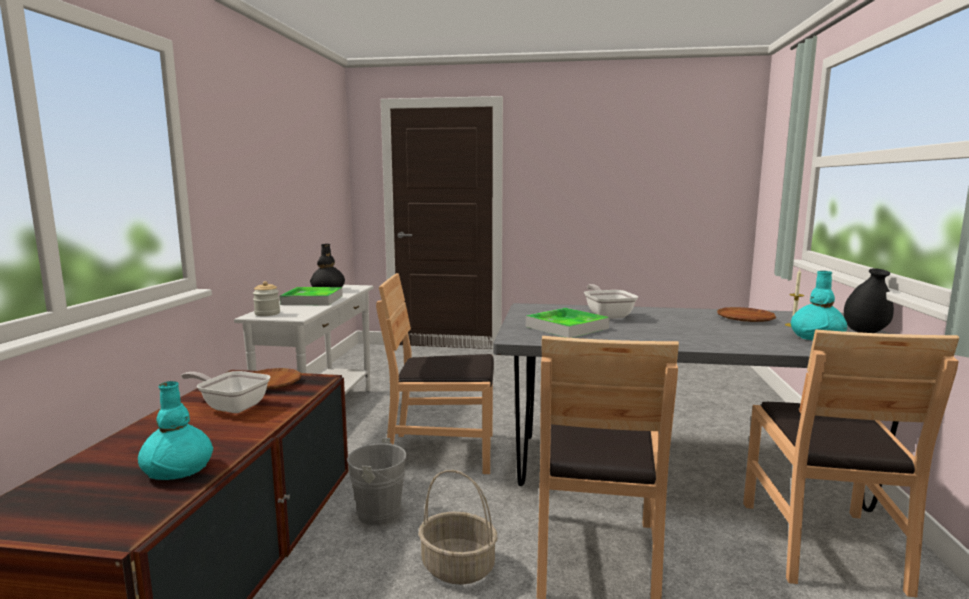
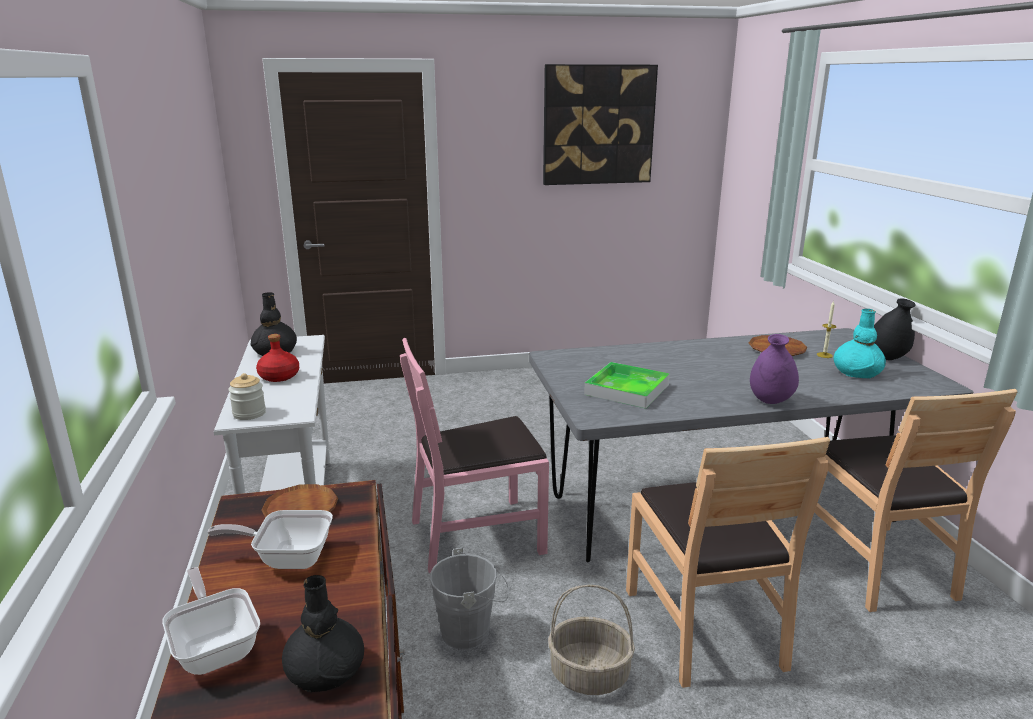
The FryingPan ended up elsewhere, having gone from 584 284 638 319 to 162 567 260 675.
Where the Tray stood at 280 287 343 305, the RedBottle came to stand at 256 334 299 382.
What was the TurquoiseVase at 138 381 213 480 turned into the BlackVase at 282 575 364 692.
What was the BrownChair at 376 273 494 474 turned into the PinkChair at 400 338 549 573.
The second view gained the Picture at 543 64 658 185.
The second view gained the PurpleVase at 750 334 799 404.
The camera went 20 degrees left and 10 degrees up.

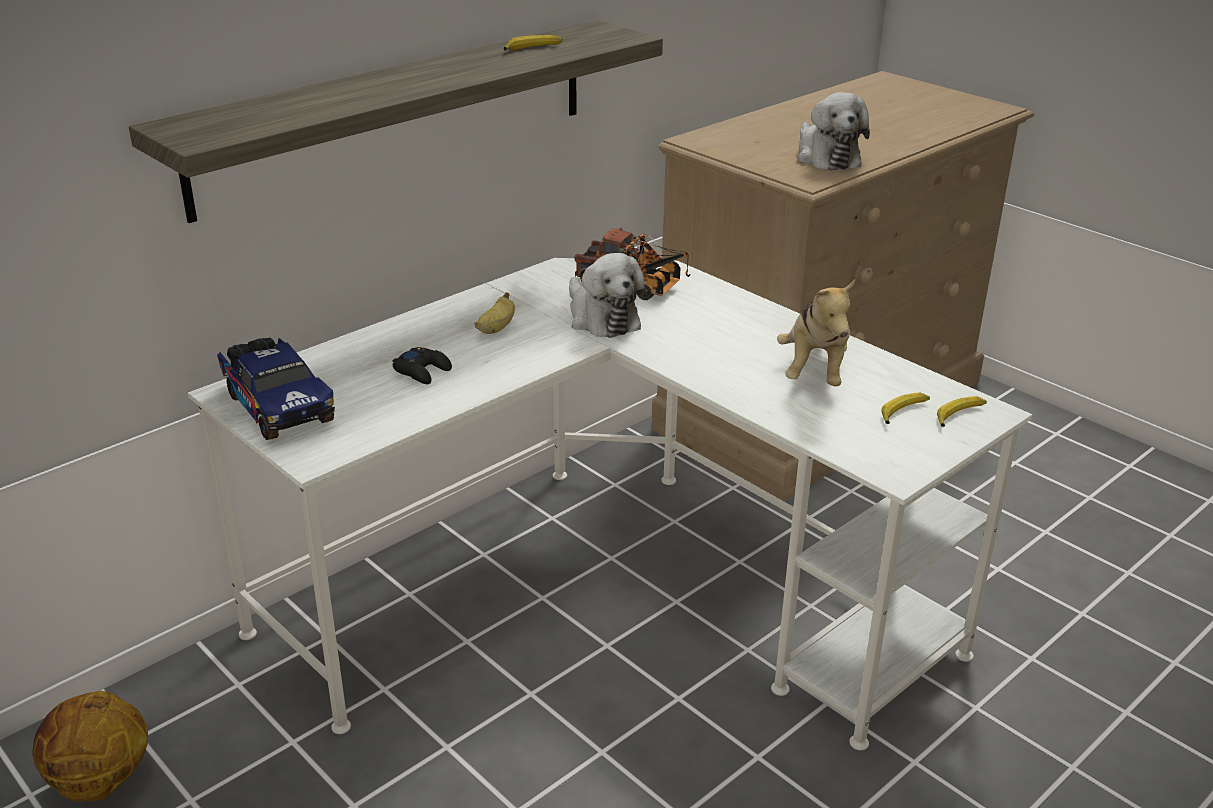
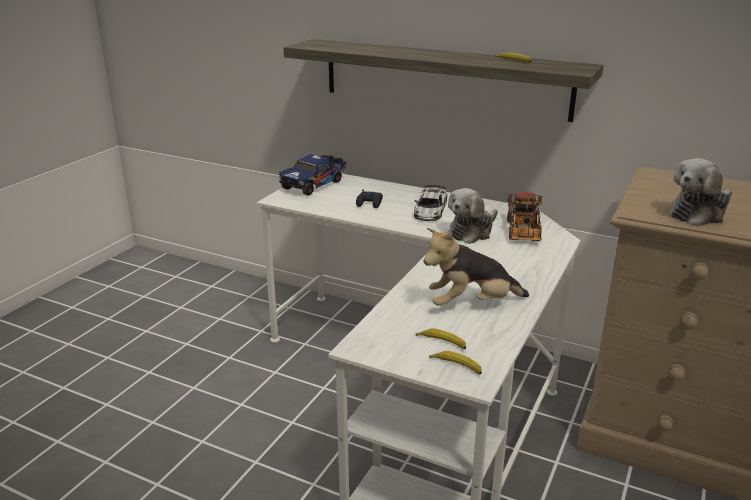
Where the Banana stood at 475 292 515 334, the ToyCar came to stand at 414 185 447 221.
The second view lost the Basketball at 33 691 148 802.
The camera went 70 degrees right and 5 degrees down.

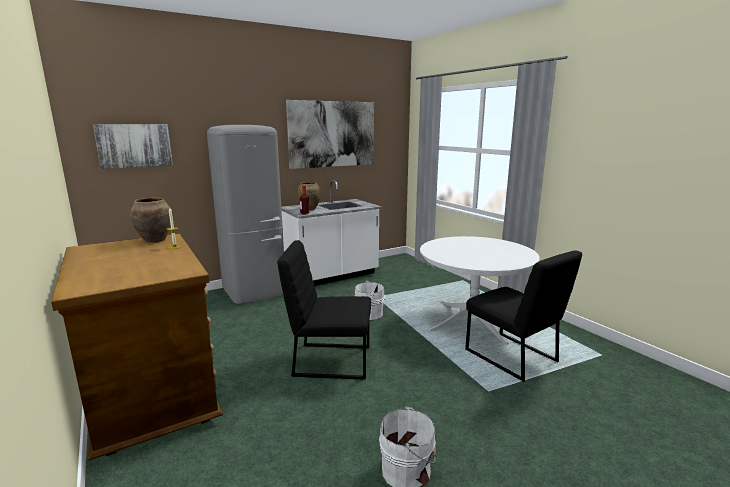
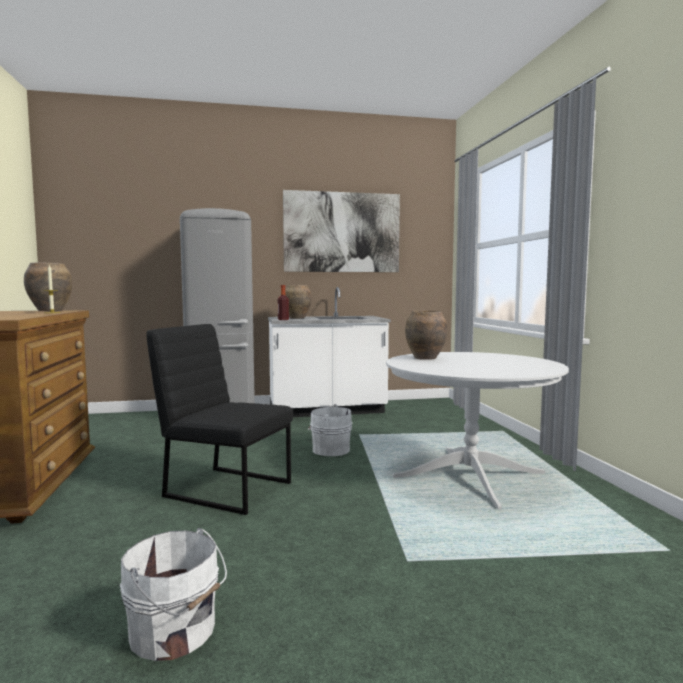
The second view gained the BrownVase at 405 311 448 360.
The second view lost the Picture at 93 124 173 169.
The second view lost the BlackChair at 465 250 582 382.
The camera went 20 degrees right and 10 degrees down.

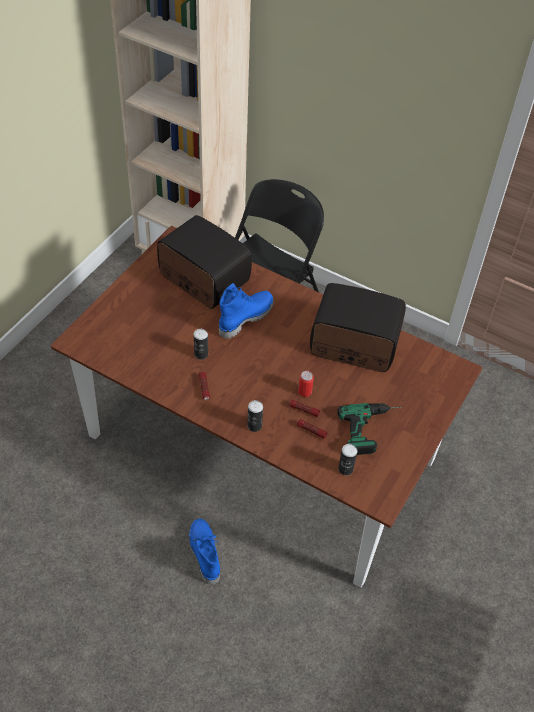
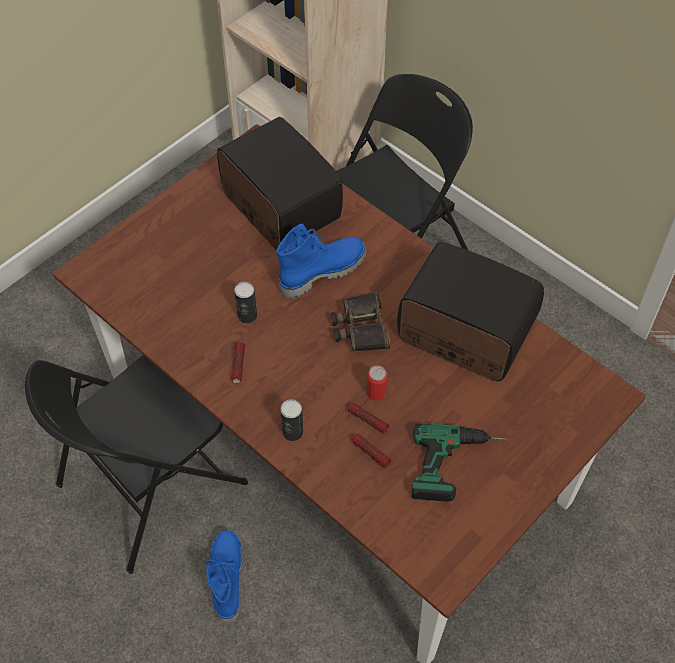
The second view gained the BlackChair at 25 355 248 574.
The second view gained the Binoculars at 331 291 390 352.
The second view lost the Can at 338 444 357 475.
The camera went 15 degrees right and 5 degrees up.

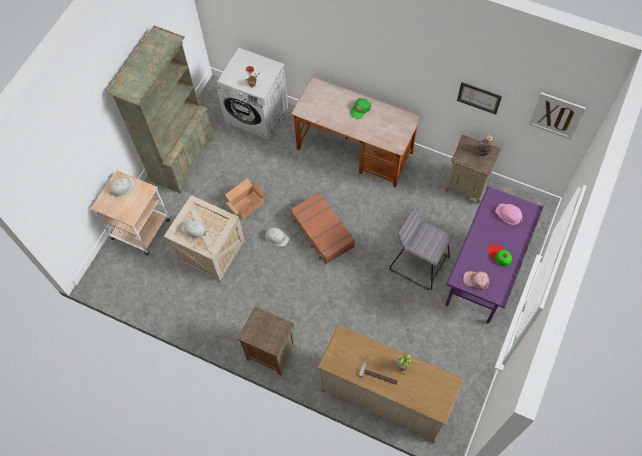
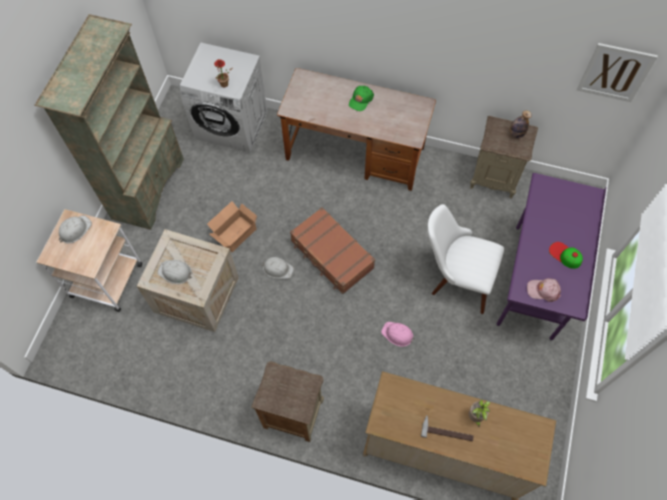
The PinkHardHat ended up elsewhere, having gone from 495 203 524 225 to 381 322 415 347.
Where the GreyStool stood at 389 206 453 290, the WhiteChair came to stand at 428 204 504 314.
The second view lost the Picture at 457 82 502 115.
The camera went 10 degrees left and 0 degrees up.

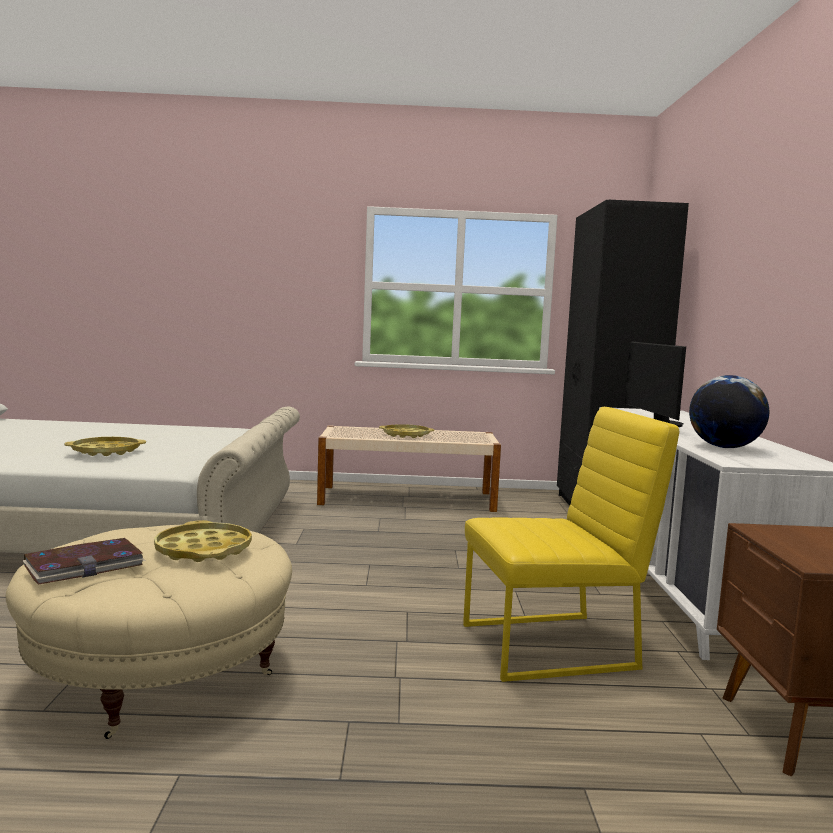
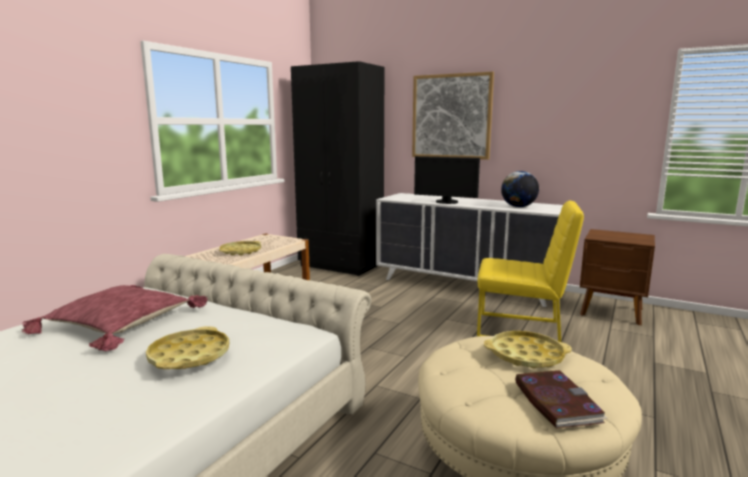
The second view gained the RedPillow at 22 285 208 351.
The second view gained the Picture at 412 72 494 160.
The YellowChair at 463 407 679 682 ended up facing another way, 90 degrees clockwise from before.
The camera went 60 degrees left and 5 degrees up.

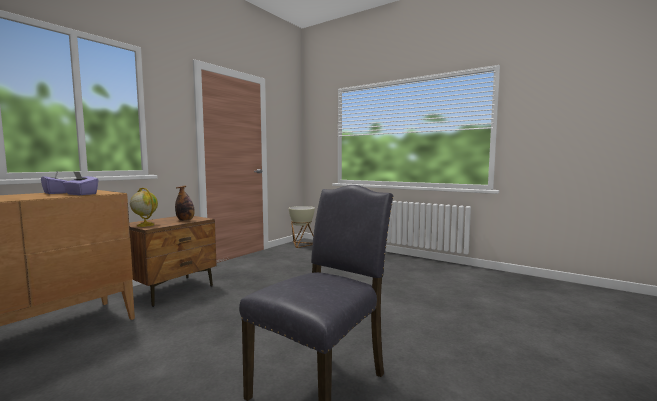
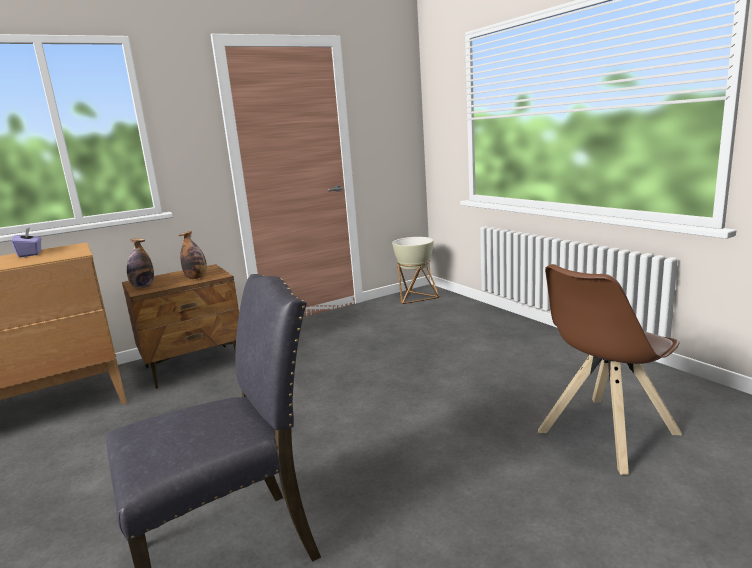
Where the Globe stood at 130 188 158 227, the Bottle came to stand at 127 238 154 287.
The second view gained the BrownChair at 538 264 682 475.
The second view lost the PurpleTissueBox at 63 171 98 195.
The camera went 25 degrees right and 10 degrees up.

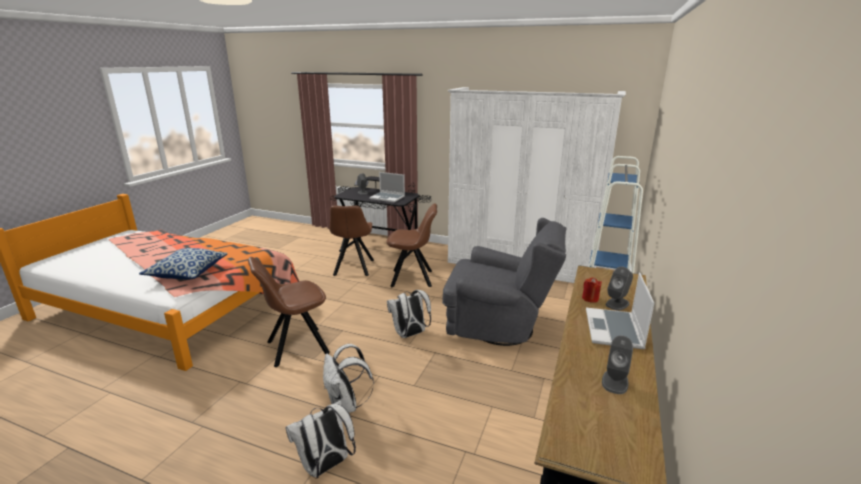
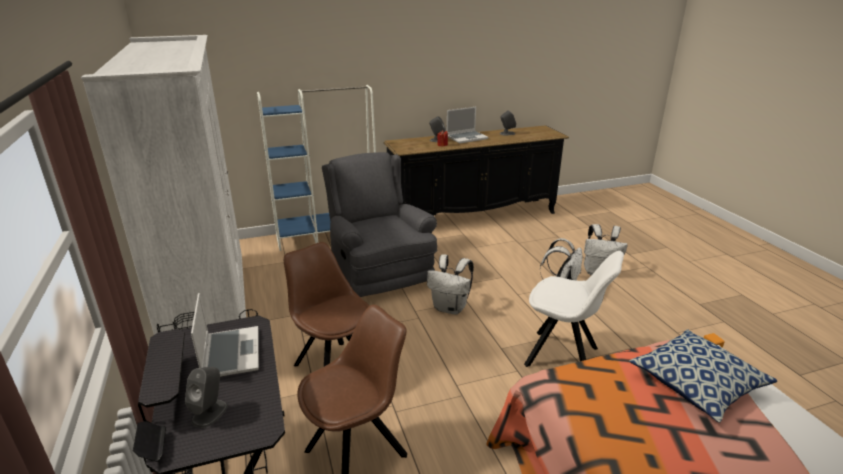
What was the BrownChair at 248 257 330 367 turned into the WhiteChair at 524 251 624 367.
The camera went 130 degrees left and 5 degrees up.

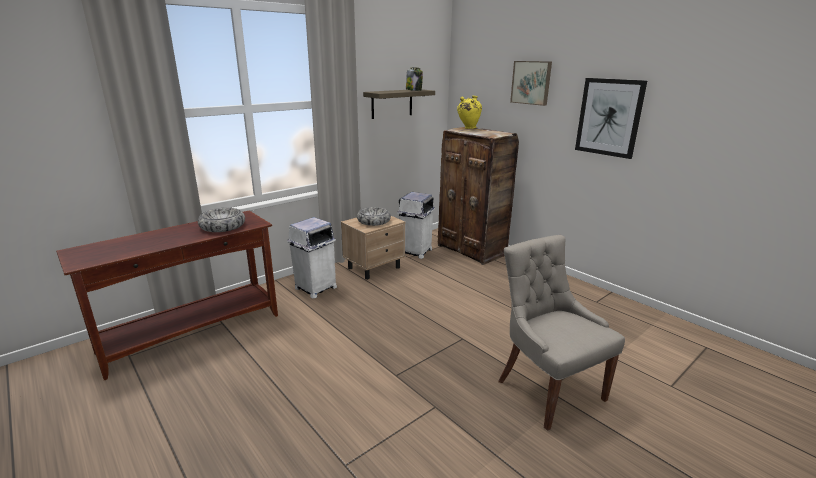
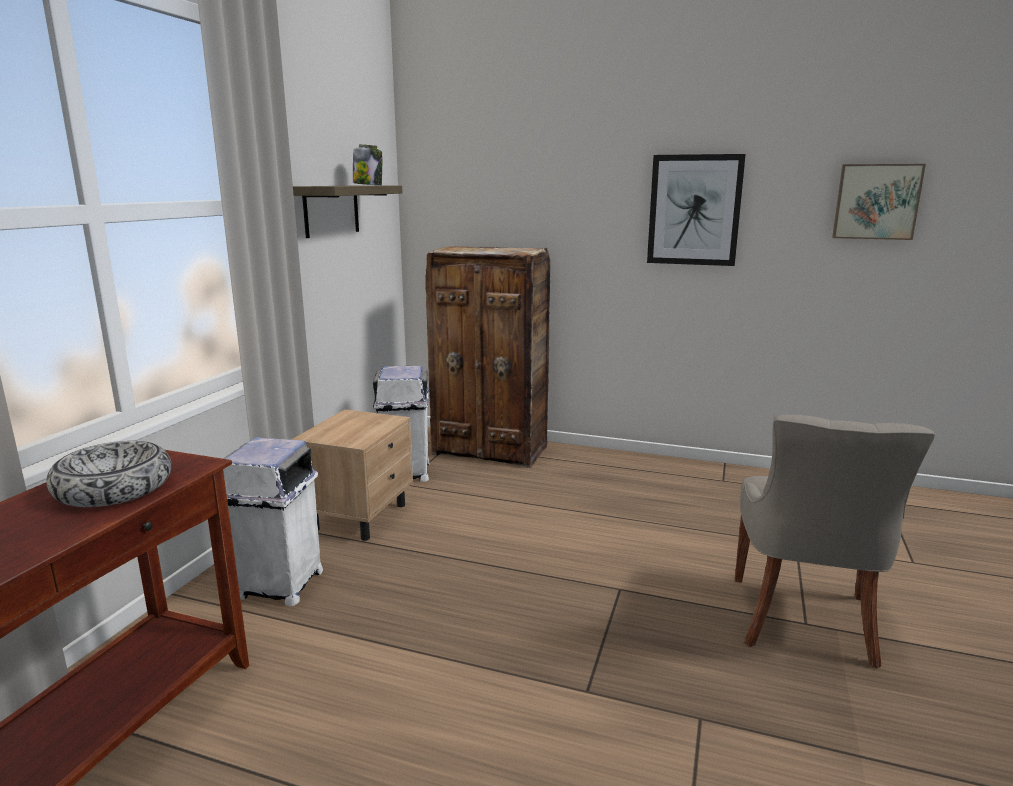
The GreyChair at 499 235 625 430 ended up facing another way, 105 degrees counterclockwise from before.
The Picture ended up elsewhere, having gone from 510 61 552 106 to 832 164 926 240.
The second view lost the Bowl at 357 207 391 226.
The second view lost the YellowVase at 457 96 482 129.
The camera went 30 degrees left and 5 degrees down.

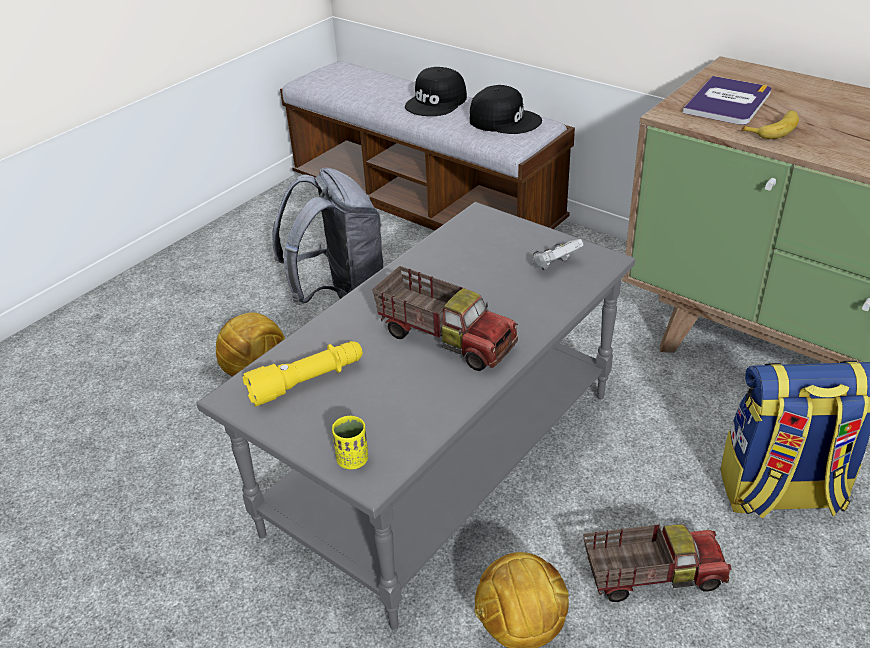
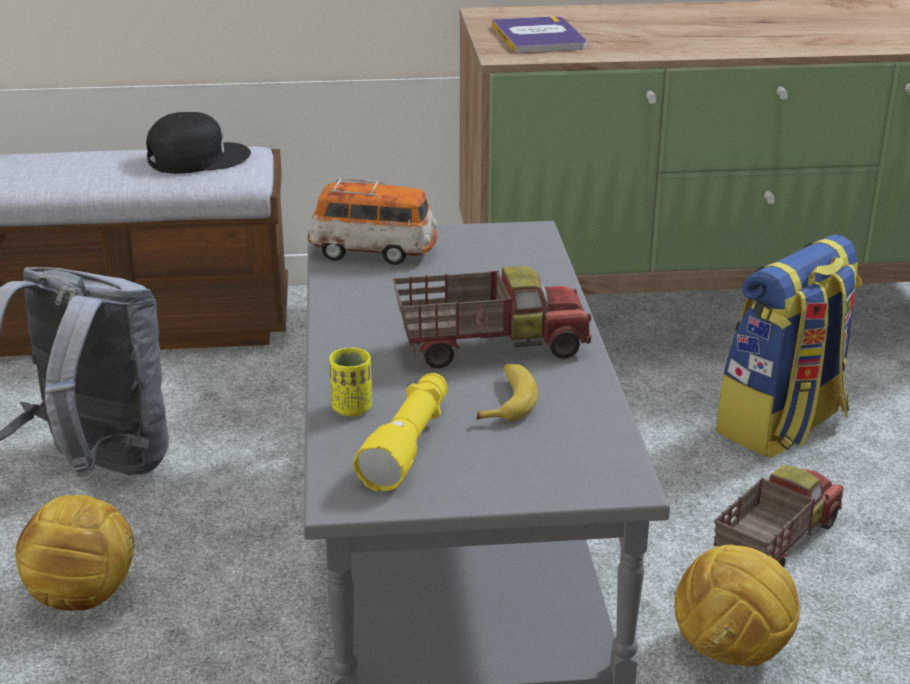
The second view gained the ToyCar at 307 178 438 265.
The YellowCup ended up elsewhere, having gone from 332 416 368 469 to 329 348 372 416.
The Banana ended up elsewhere, having gone from 741 110 799 139 to 477 364 538 421.
The second view lost the BlackCap at 405 67 467 116.
The second view lost the WhiteGameController at 533 239 584 270.
The camera went 45 degrees left and 10 degrees down.

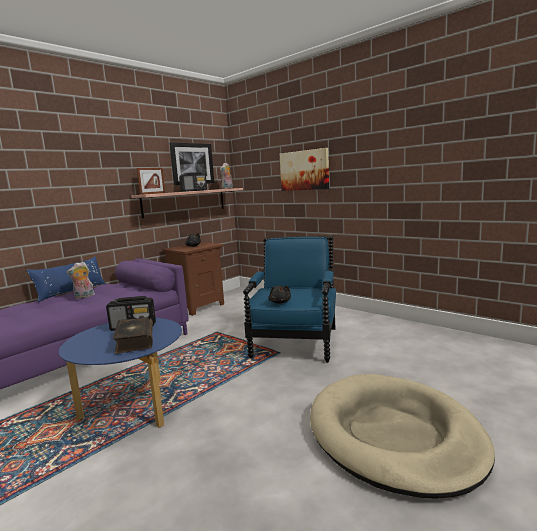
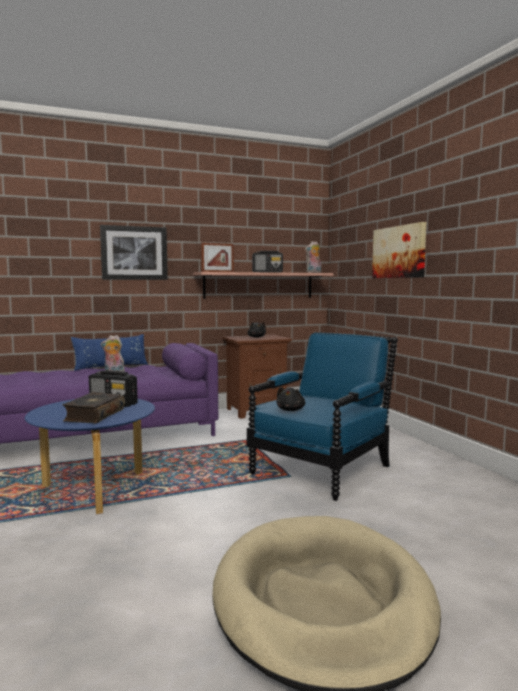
The Picture ended up elsewhere, having gone from 169 142 214 186 to 100 225 168 280.
The camera went 25 degrees right and 5 degrees down.

